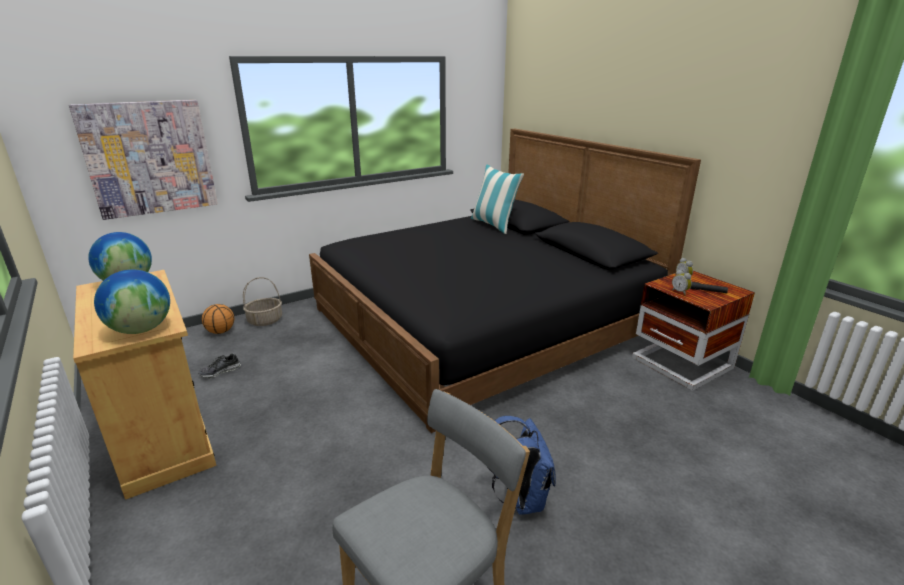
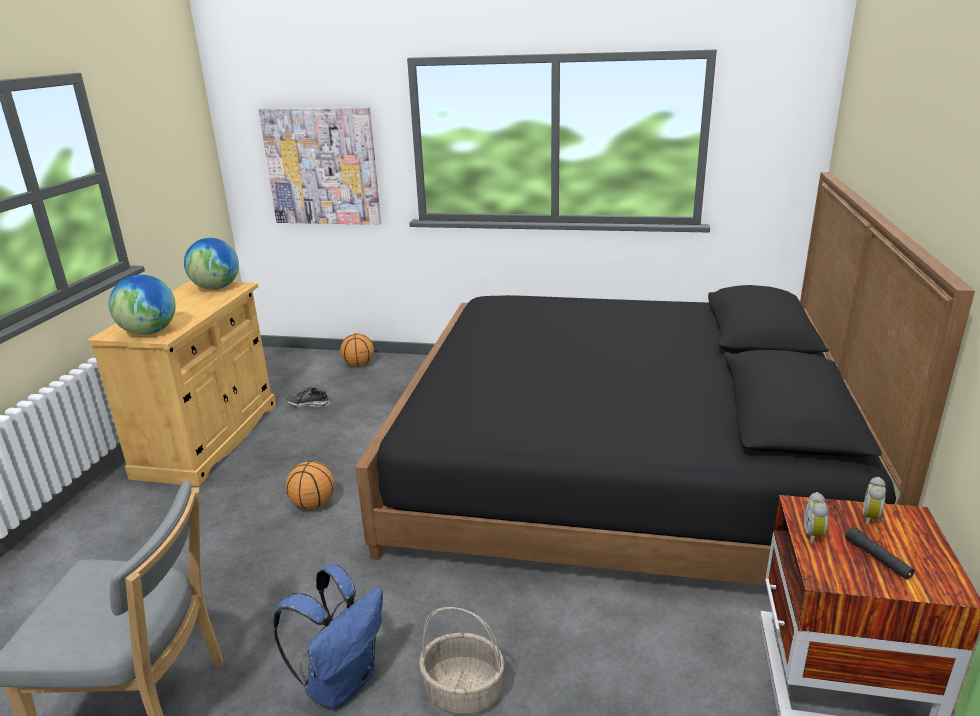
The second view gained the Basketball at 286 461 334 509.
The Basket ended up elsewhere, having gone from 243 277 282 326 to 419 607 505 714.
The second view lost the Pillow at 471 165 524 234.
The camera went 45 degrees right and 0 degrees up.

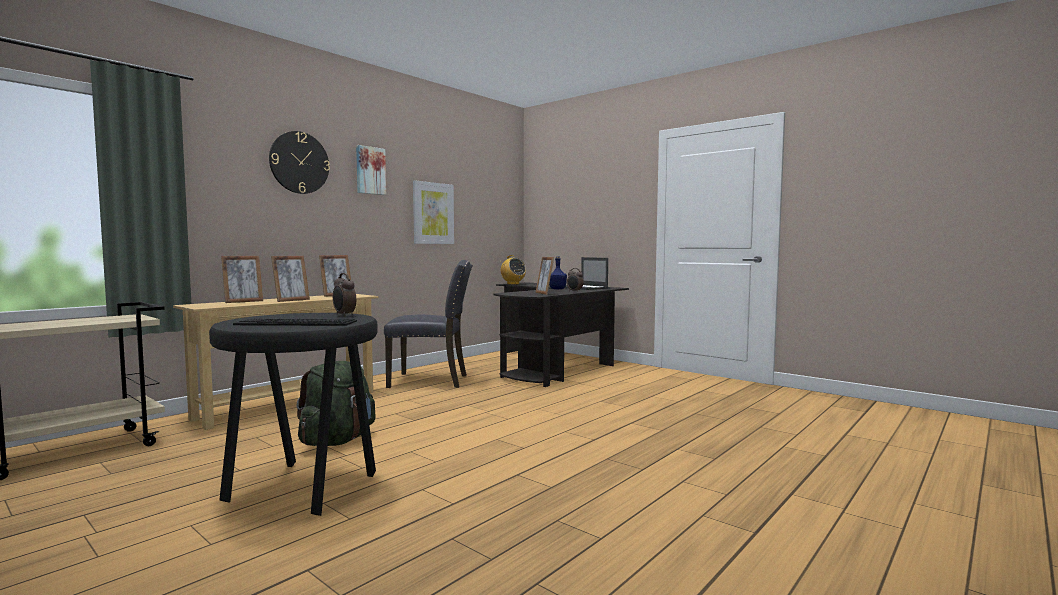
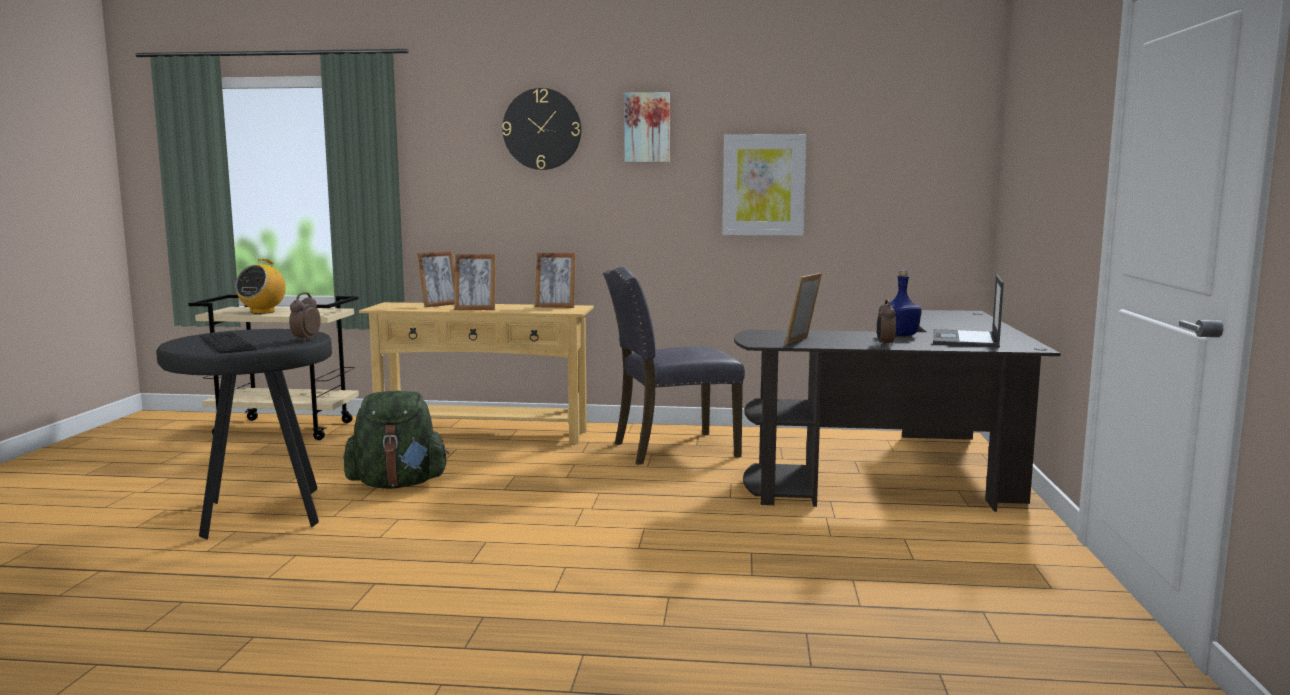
The Radio ended up elsewhere, having gone from 500 255 526 285 to 235 259 286 314.
The PictureFrame at 221 256 263 303 ended up facing another way, 60 degrees counterclockwise from before.
The GreyChair at 384 260 473 388 ended up facing another way, 105 degrees clockwise from before.
The camera went 55 degrees right and 5 degrees up.

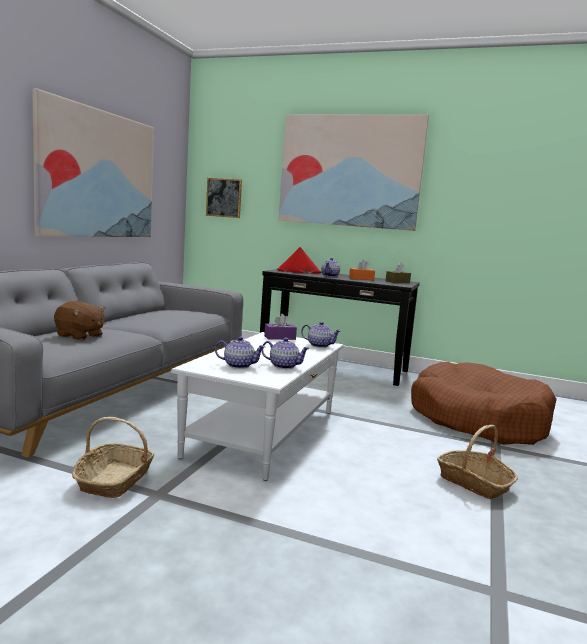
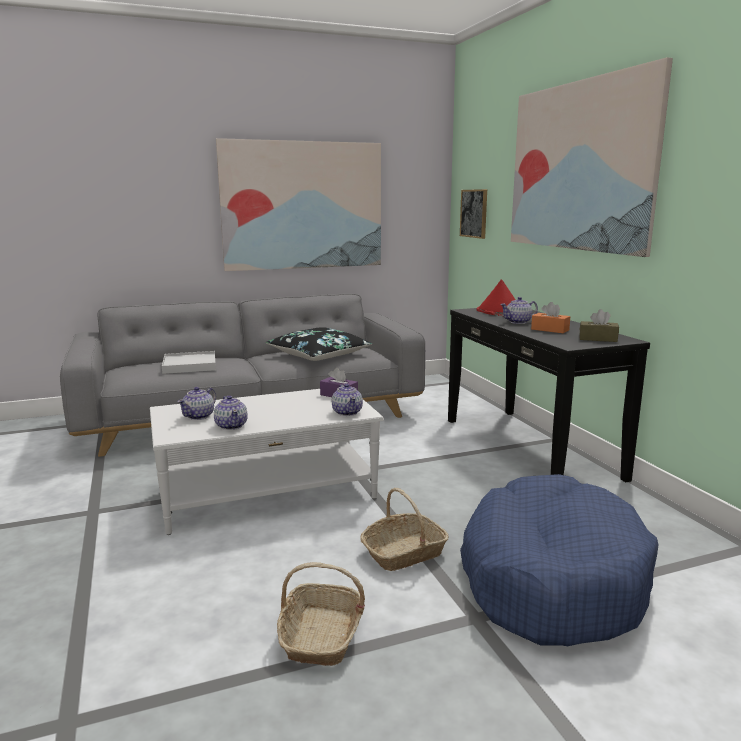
Where the BrownPlushToy stood at 54 301 105 340, the WhiteTray came to stand at 162 351 216 374.
The Teapot at 215 337 265 369 ended up facing another way, 60 degrees clockwise from before.
The second view gained the BlackPillow at 266 327 372 361.
The Basket ended up elsewhere, having gone from 72 417 154 498 to 360 488 449 571.
What was the BrownDogBed at 411 362 557 445 turned into the BlueDogBed at 460 474 659 646.
The camera went 50 degrees right and 5 degrees up.

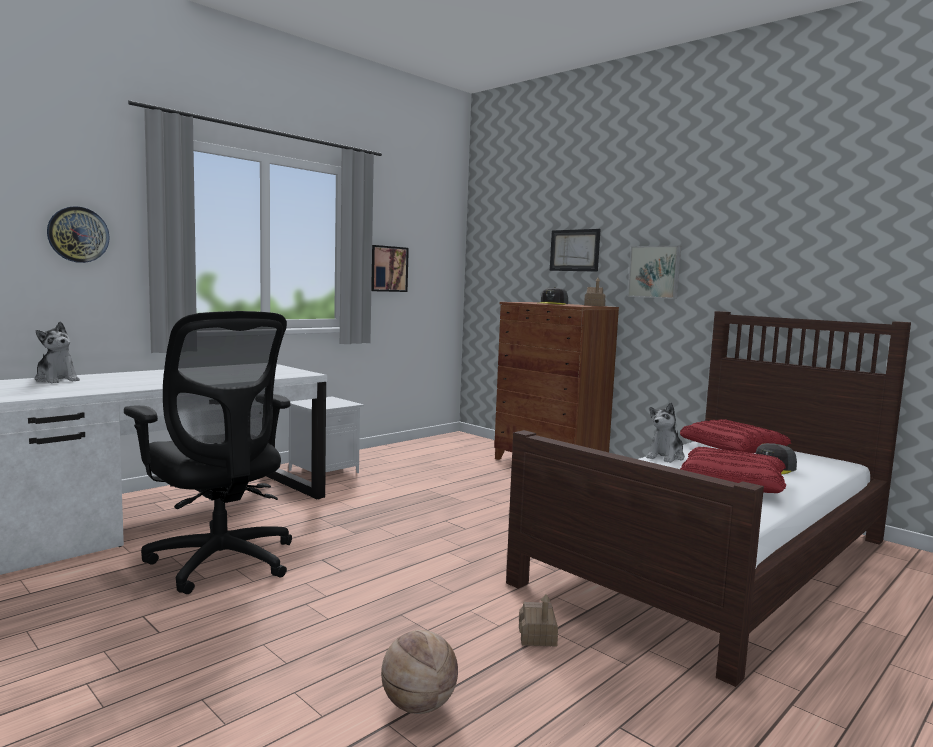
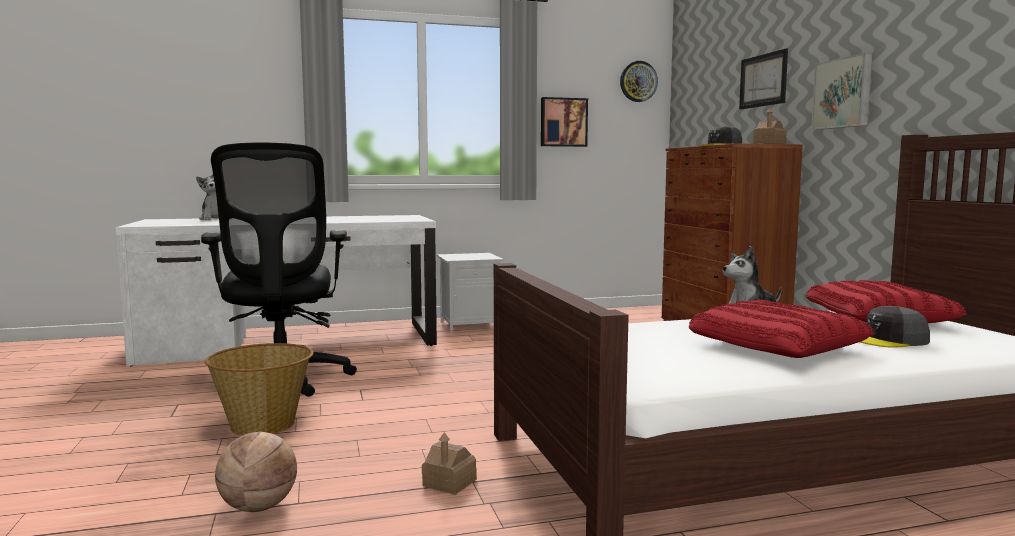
The second view gained the Basket at 205 343 314 436.
The WallClock ended up elsewhere, having gone from 47 206 110 263 to 620 61 658 102.
The camera went 30 degrees right and 0 degrees up.

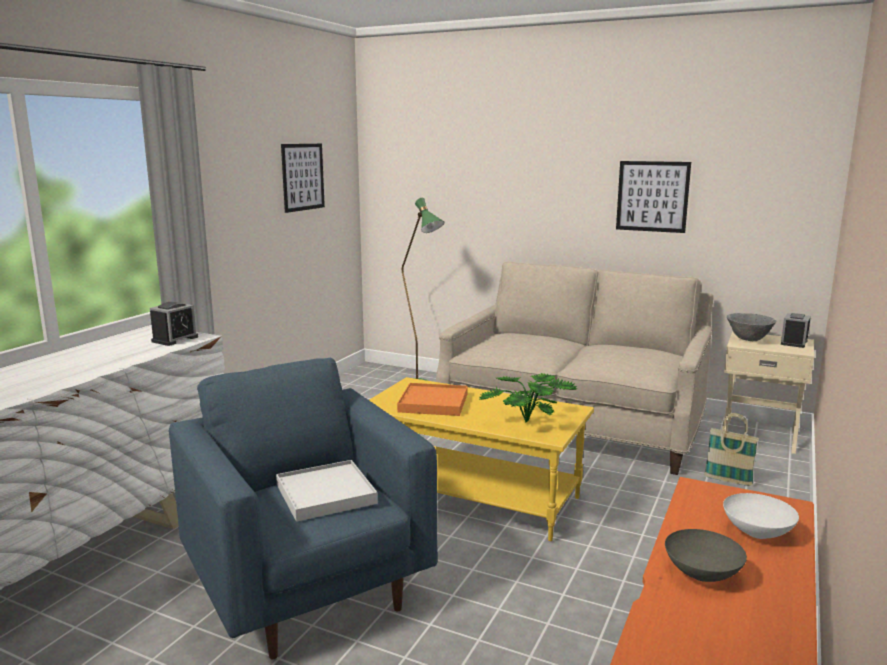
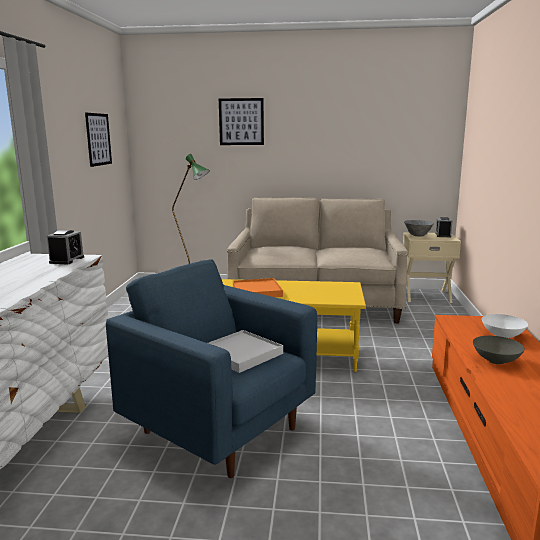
The Picture ended up elsewhere, having gone from 616 161 691 233 to 219 98 264 145.
The second view lost the PottedPlant at 479 373 577 422.
The second view lost the Basket at 704 413 759 486.
The camera went 20 degrees left and 0 degrees up.

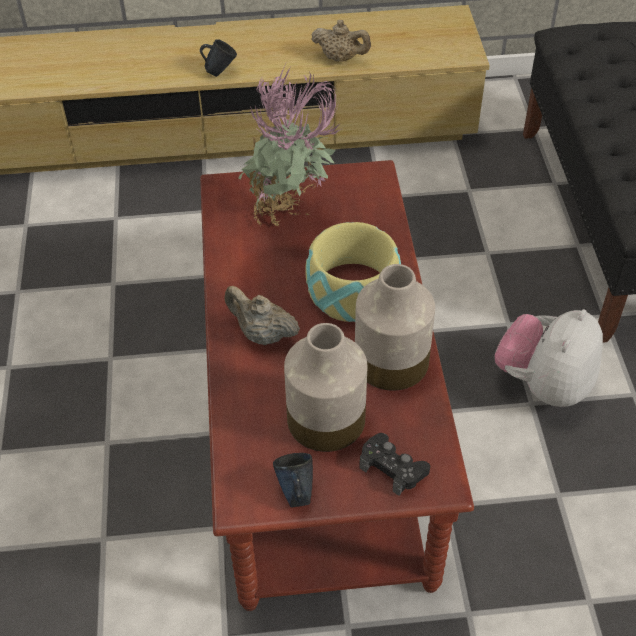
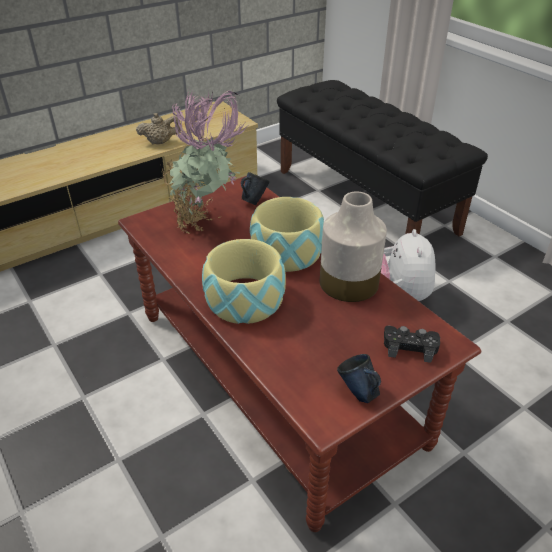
Where the BeigeTeapot stood at 225 286 300 345, the Bowl came to stand at 202 239 286 324.
The BlueMug ended up elsewhere, having gone from 200 39 237 77 to 241 172 270 205.
The second view lost the BeigeVase at 284 323 367 452.
The camera went 30 degrees left and 10 degrees down.

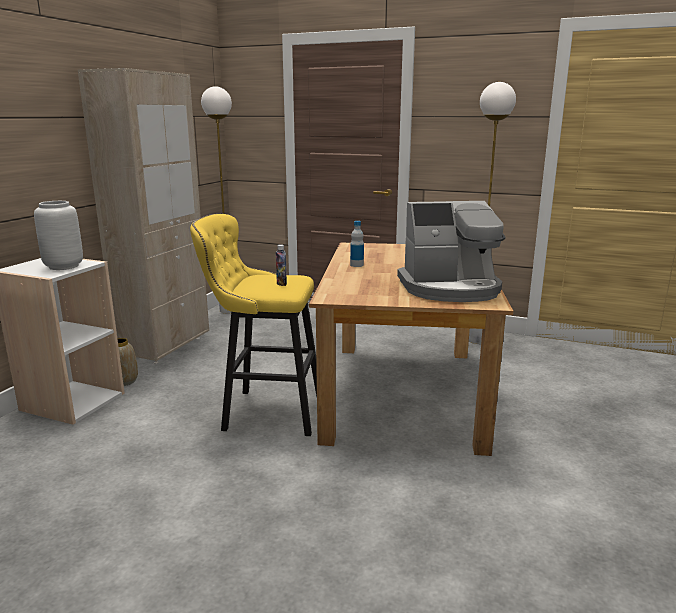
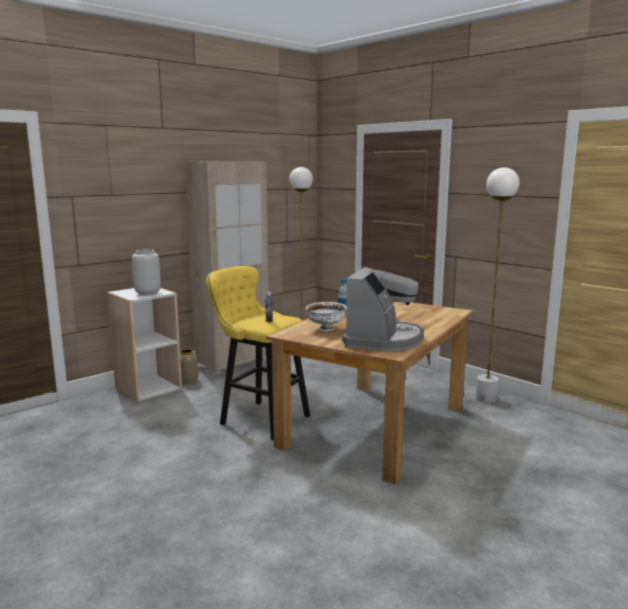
The second view gained the WhiteBowl at 306 302 347 331.
The CoffeeMachine at 397 201 506 302 ended up facing another way, 90 degrees counterclockwise from before.
The camera went 25 degrees right and 5 degrees down.

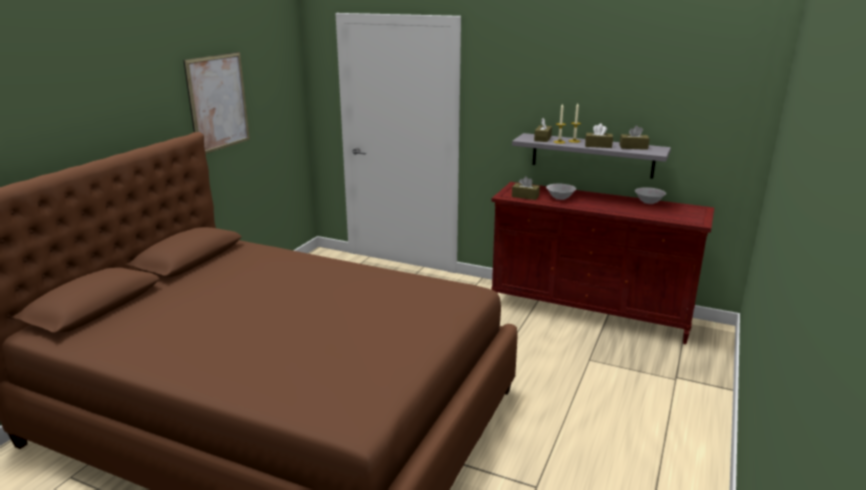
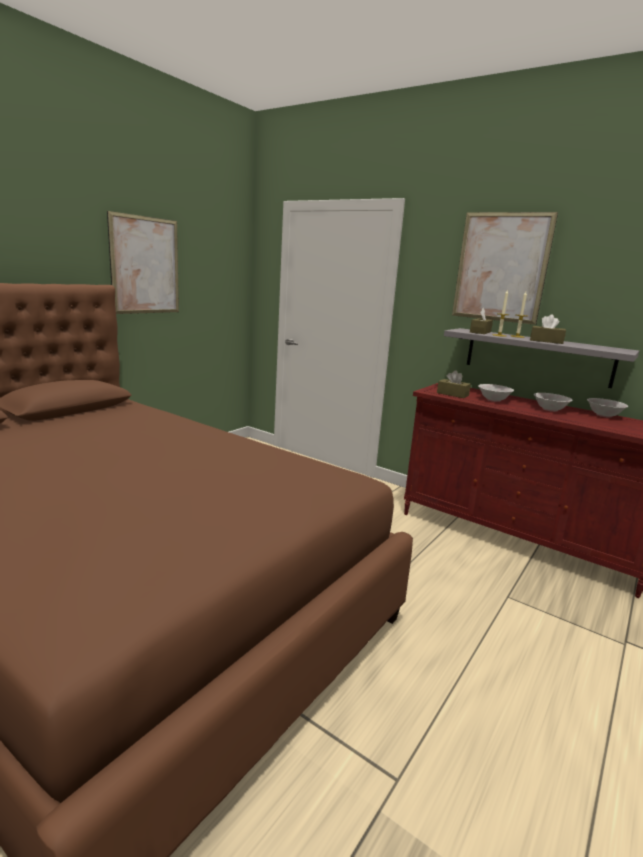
The second view gained the Picture at 452 212 558 325.
The second view gained the WhiteBowl at 534 393 573 412.
The second view lost the BrownTissueBox at 620 125 650 150.
The camera went 10 degrees right and 5 degrees down.

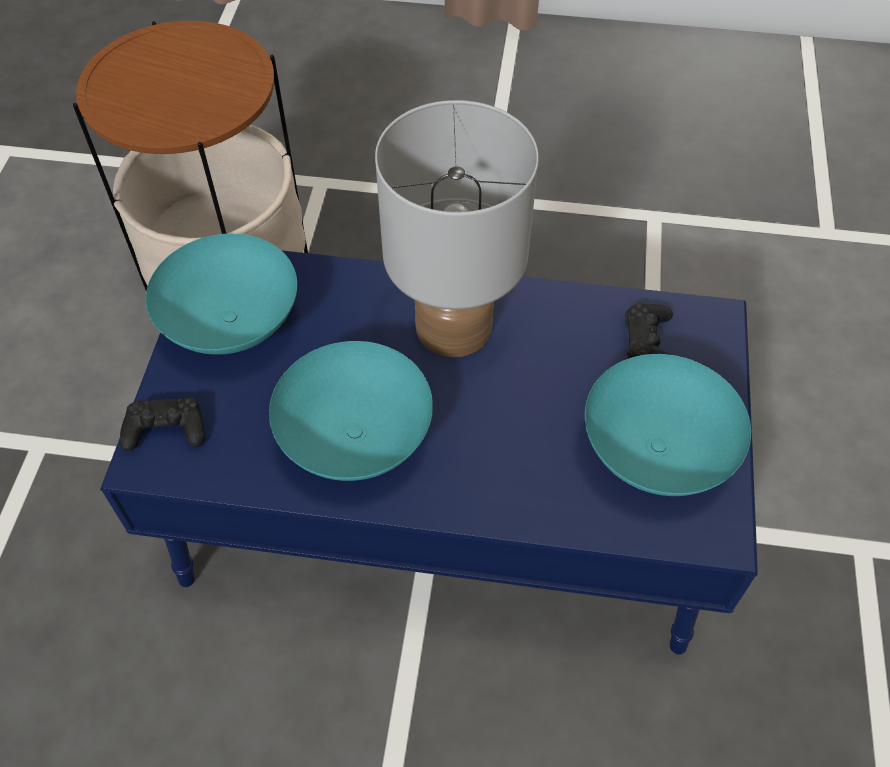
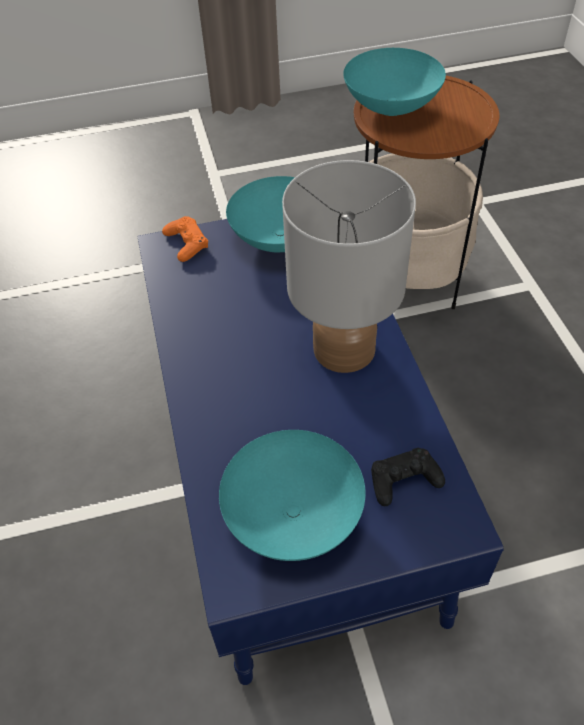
What was the BlackGameController at 120 397 205 451 turned into the OrangeGameController at 162 216 208 262.
The TurquoiseBowl ended up elsewhere, having gone from 269 341 433 481 to 343 48 446 116.
The camera went 70 degrees right and 5 degrees down.

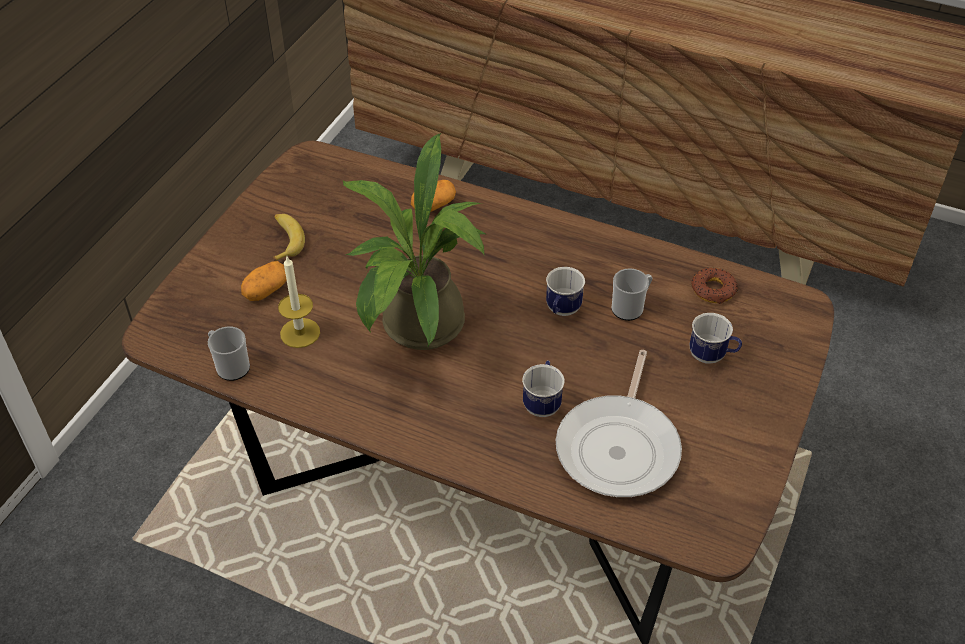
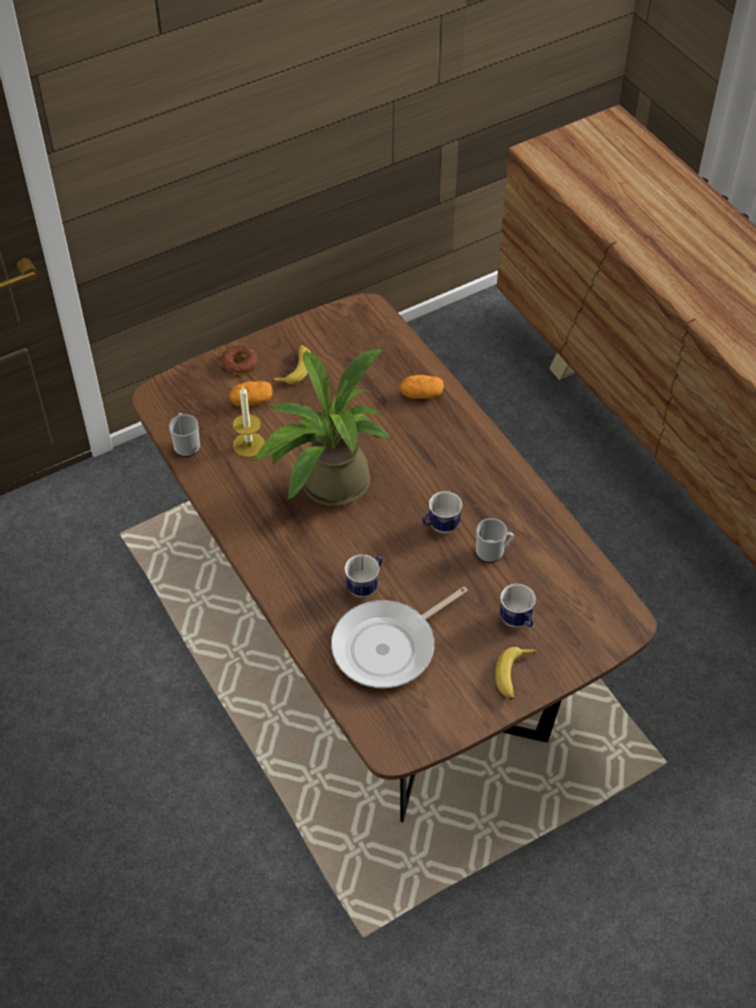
The Donut ended up elsewhere, having gone from 691 267 738 304 to 221 345 258 375.
The second view gained the Banana at 495 647 536 700.
The camera went 35 degrees right and 5 degrees up.

